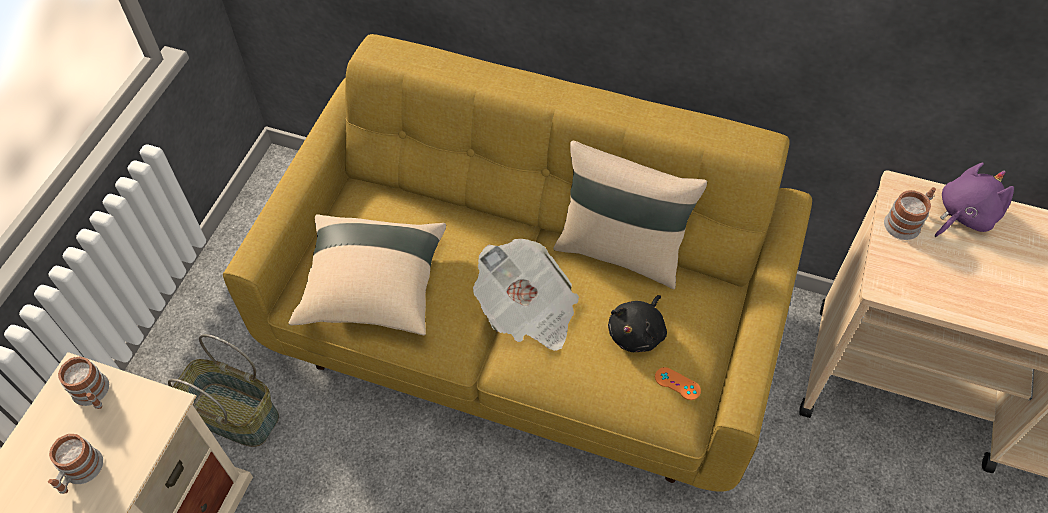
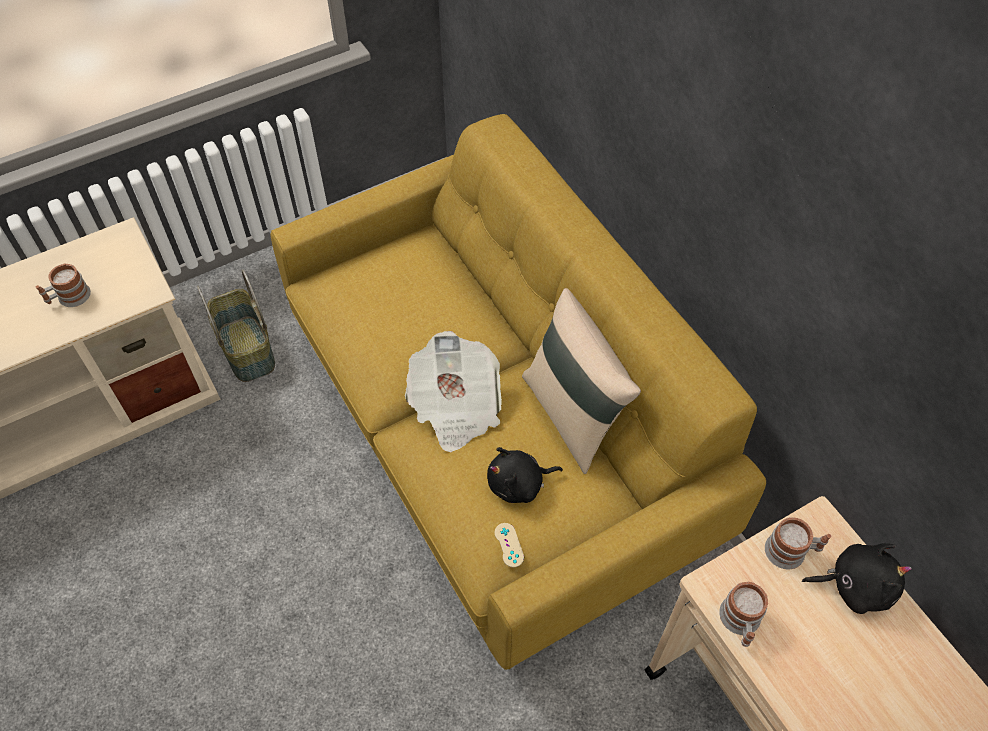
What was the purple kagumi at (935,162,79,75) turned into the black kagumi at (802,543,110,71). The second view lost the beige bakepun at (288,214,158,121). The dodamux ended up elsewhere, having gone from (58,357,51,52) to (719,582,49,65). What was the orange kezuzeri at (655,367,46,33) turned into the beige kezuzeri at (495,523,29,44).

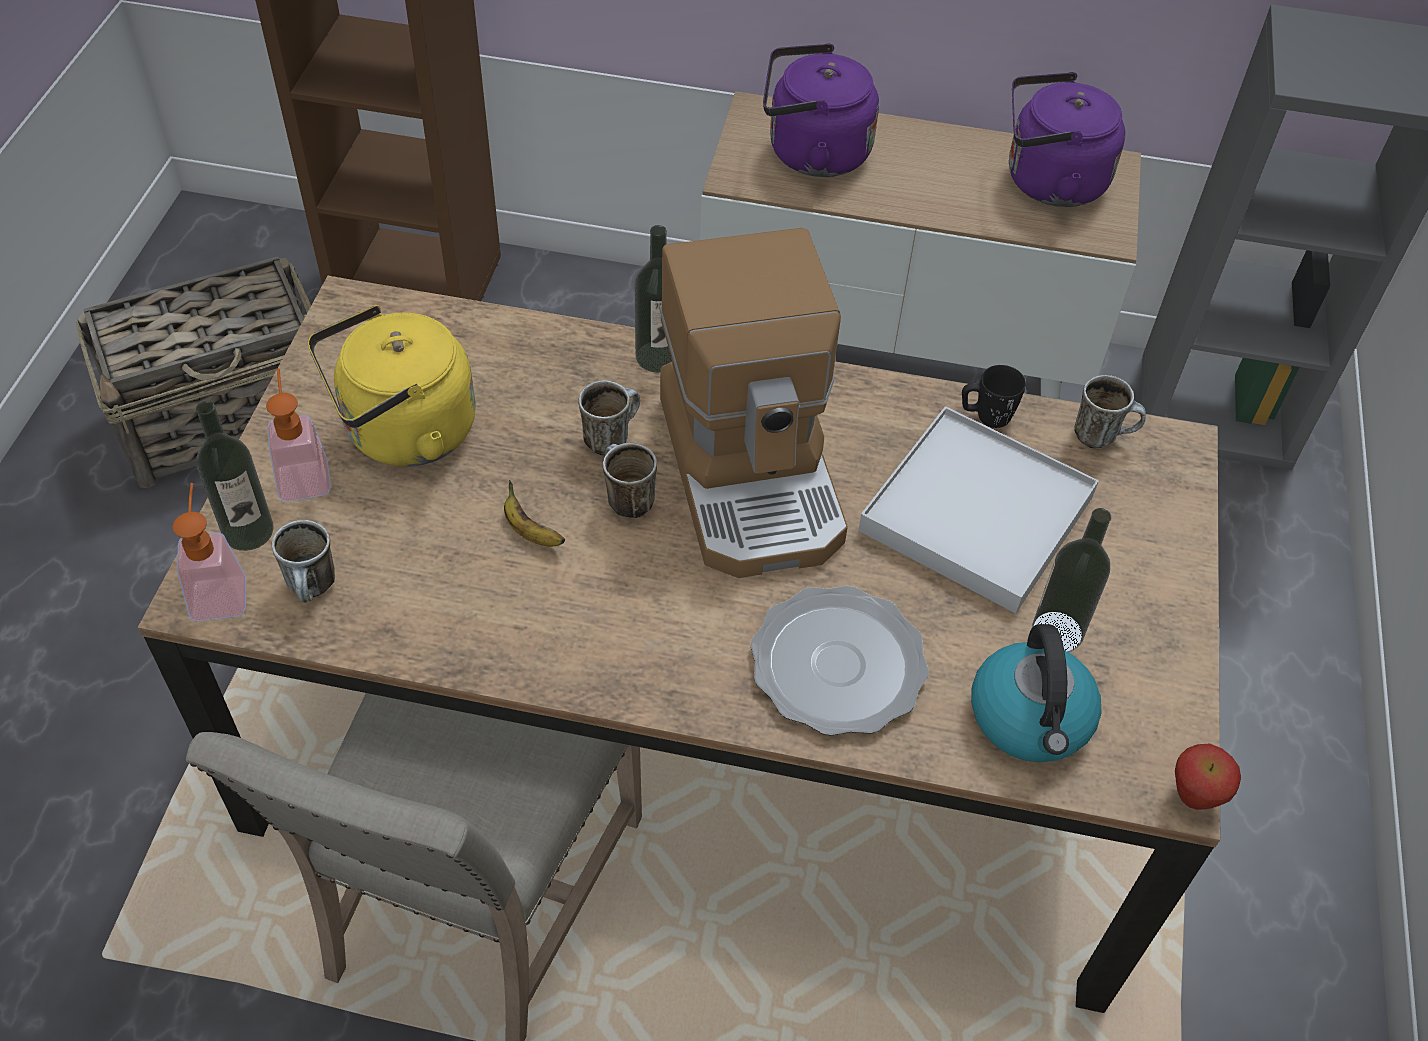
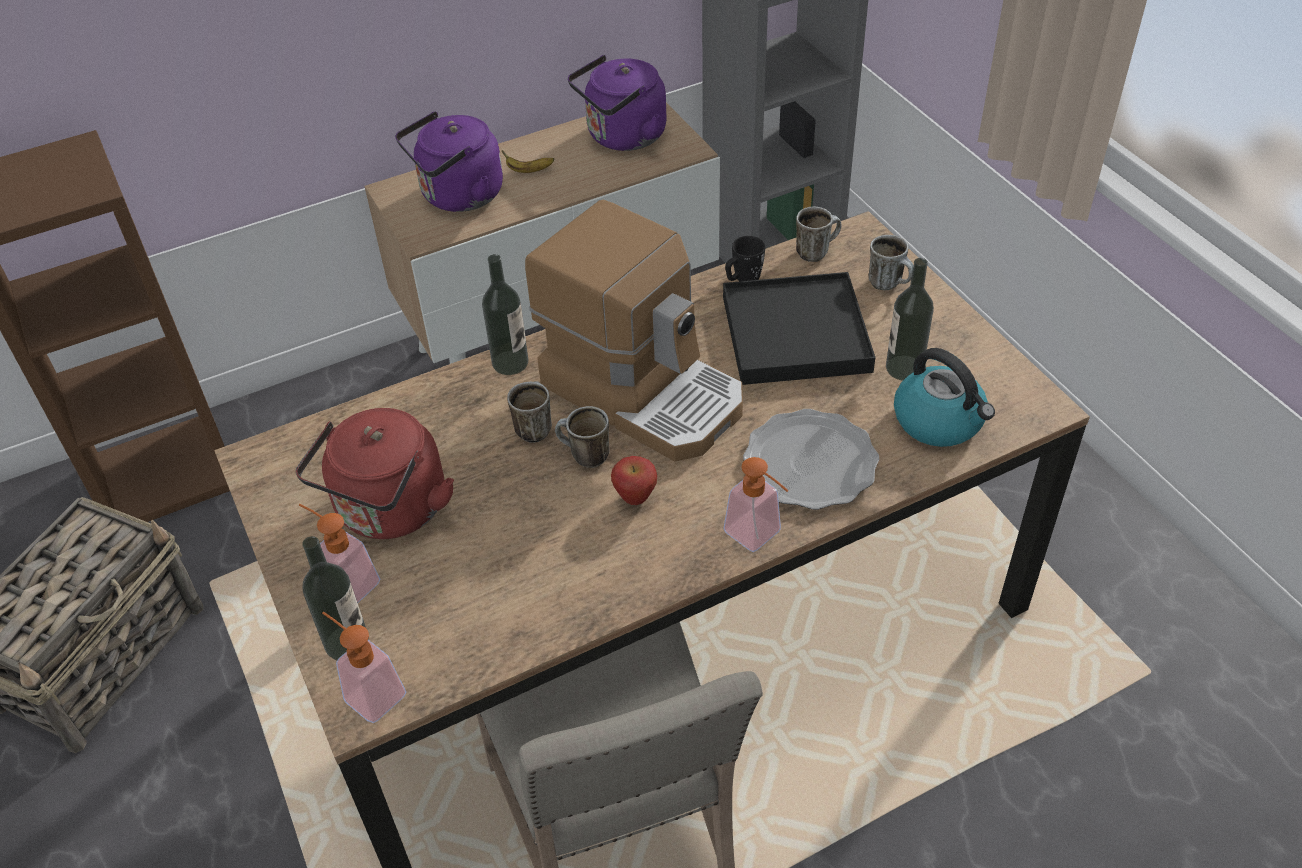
What was the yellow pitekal at (308,305,168,161) turned into the red pitekal at (296,408,158,131). What was the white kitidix at (858,406,241,207) turned into the black kitidix at (723,272,152,113). The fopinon ended up elsewhere, having gone from (504,480,61,67) to (502,150,52,23). The dodamux ended up elsewhere, having gone from (272,520,63,82) to (868,235,46,55). The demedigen ended up elsewhere, having gone from (1175,744,66,66) to (611,456,46,49). The second view gained the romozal at (723,457,66,95).

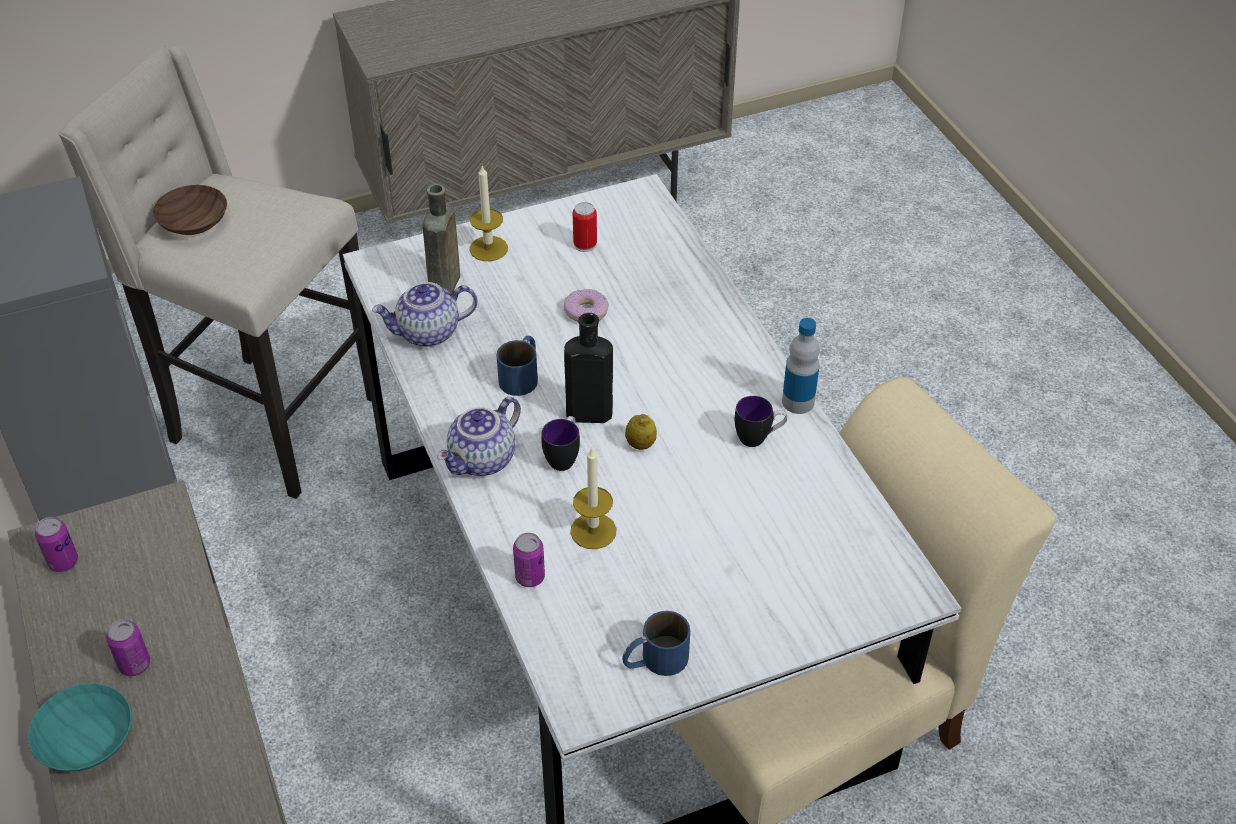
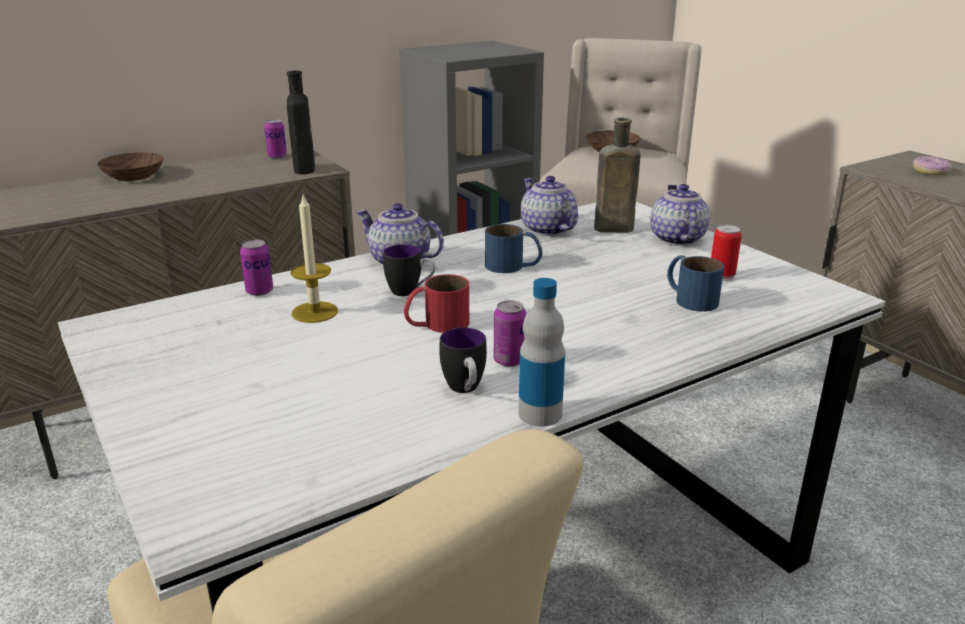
Where the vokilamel stood at (469,166,39,95), the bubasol came to stand at (650,184,60,62). The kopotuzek ended up elsewhere, having gone from (564,289,45,33) to (913,156,39,19). The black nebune ended up elsewhere, having gone from (564,313,49,110) to (287,70,28,104). Where the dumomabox stood at (625,414,32,36), the red dodamux came to stand at (404,274,65,59). The blue dodamux ended up elsewhere, having gone from (622,611,68,65) to (667,256,57,56). The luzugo ended up elsewhere, having gone from (106,619,44,57) to (494,300,33,67). What was the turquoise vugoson at (28,683,104,89) turned into the brown vugoson at (97,152,66,29).

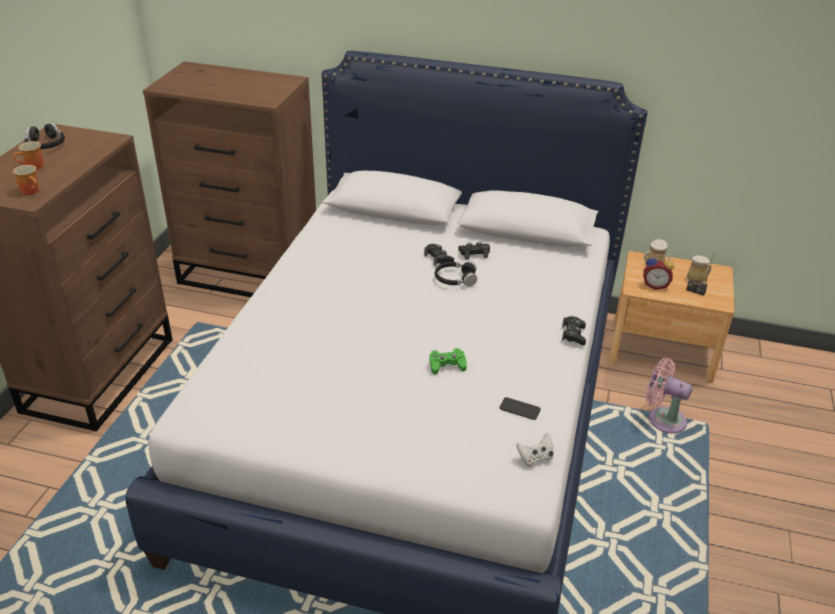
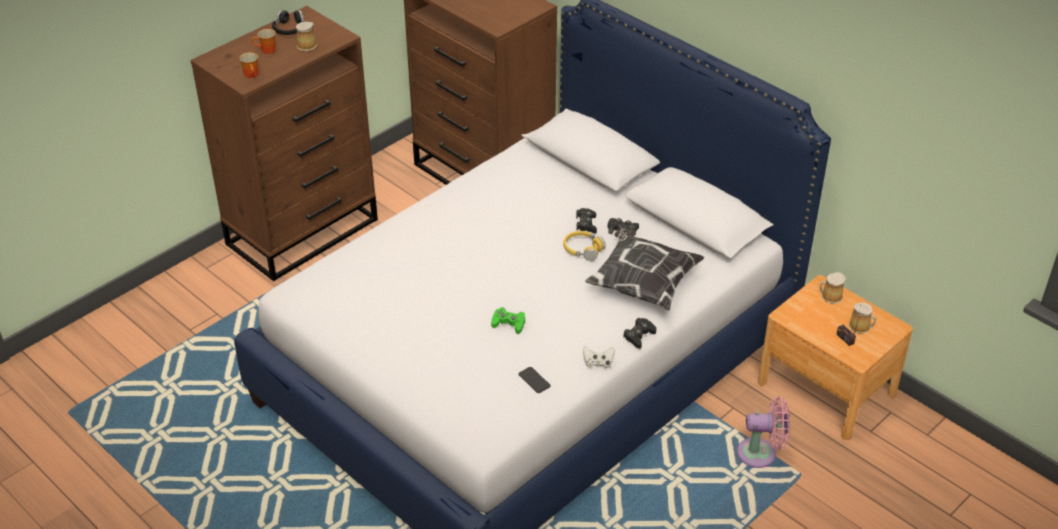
The second view lost the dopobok at (643,255,31,35). What was the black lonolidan at (435,261,42,26) turned into the yellow lonolidan at (563,231,43,30). The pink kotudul at (645,358,48,75) ended up facing another way, 120 degrees clockwise from before. The white kezuzeri ended up elsewhere, having gone from (516,433,38,34) to (583,346,32,22). The second view gained the dodamux at (296,22,21,29). The second view gained the bakepun at (585,227,120,84).

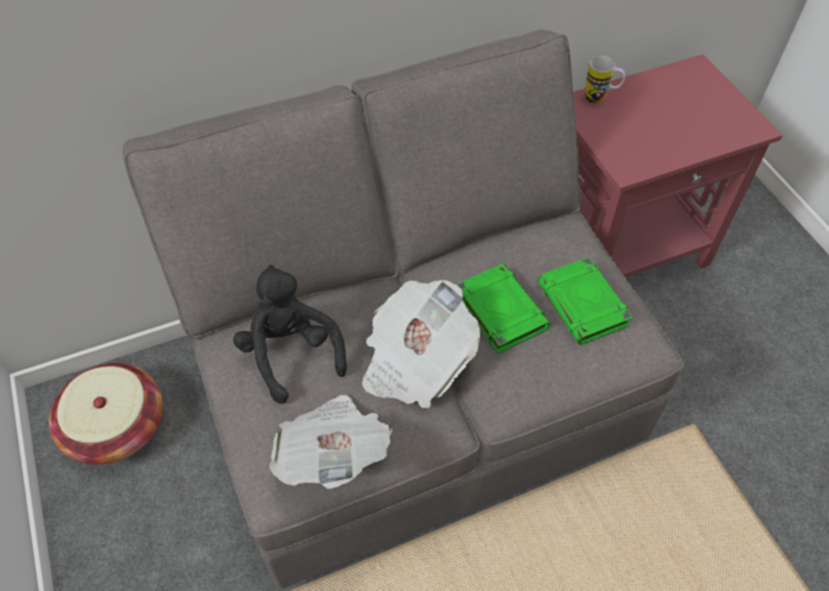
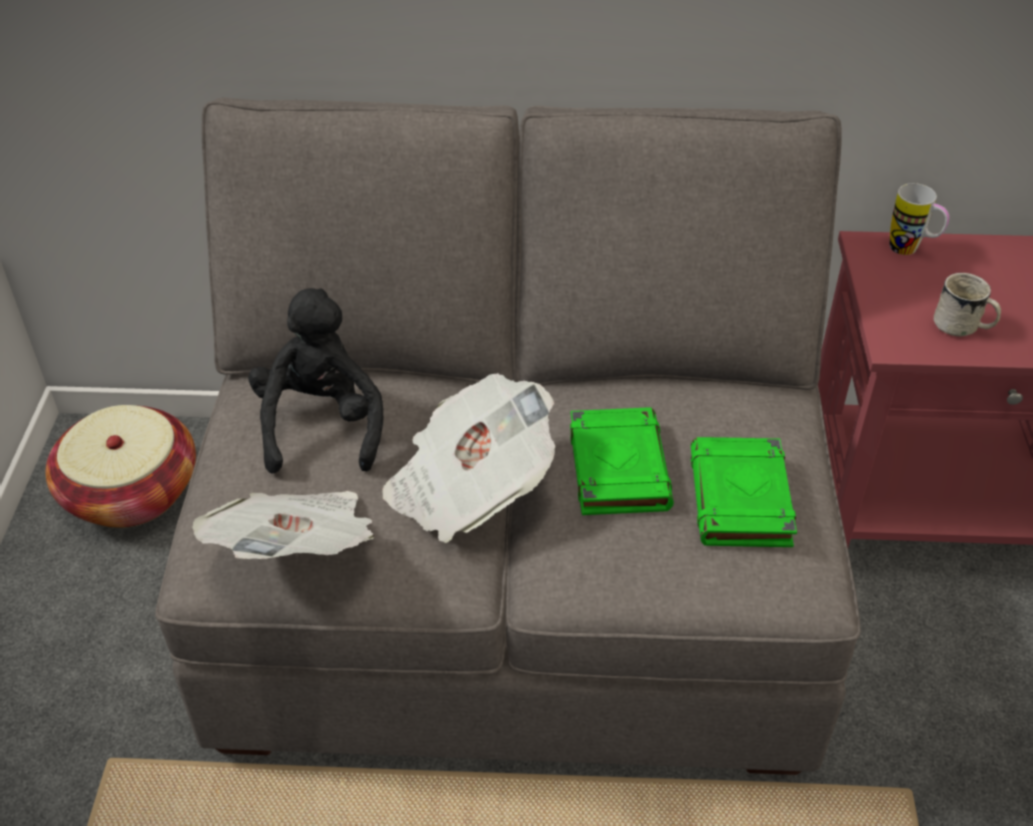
The second view gained the white dodamux at (934,273,67,64).

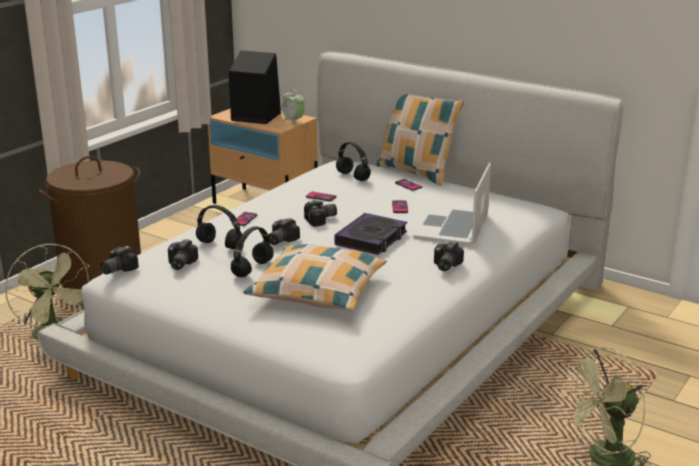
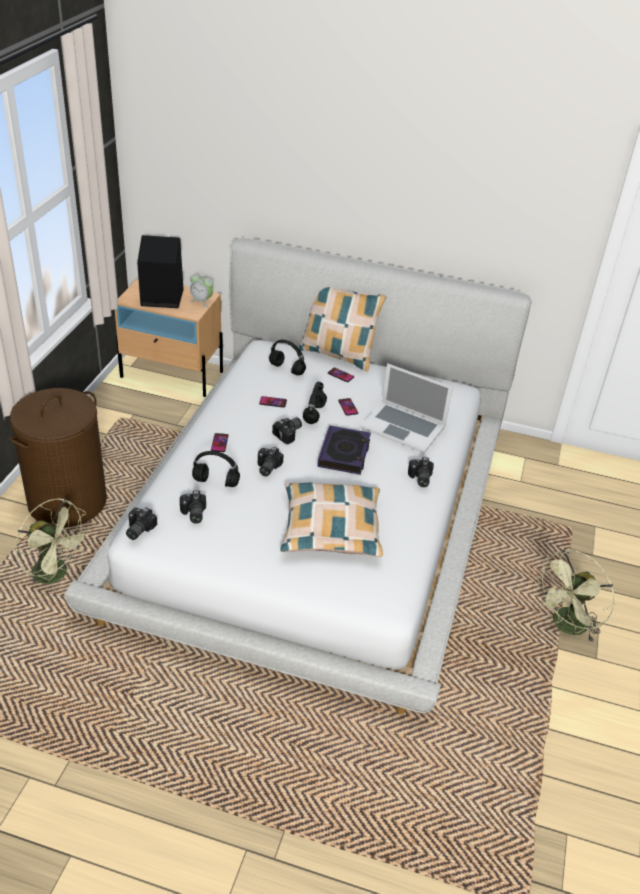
The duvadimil at (413,163,78,83) ended up facing another way, 60 degrees counterclockwise from before. The black lonolidan ended up elsewhere, having gone from (231,226,43,51) to (303,382,24,42).

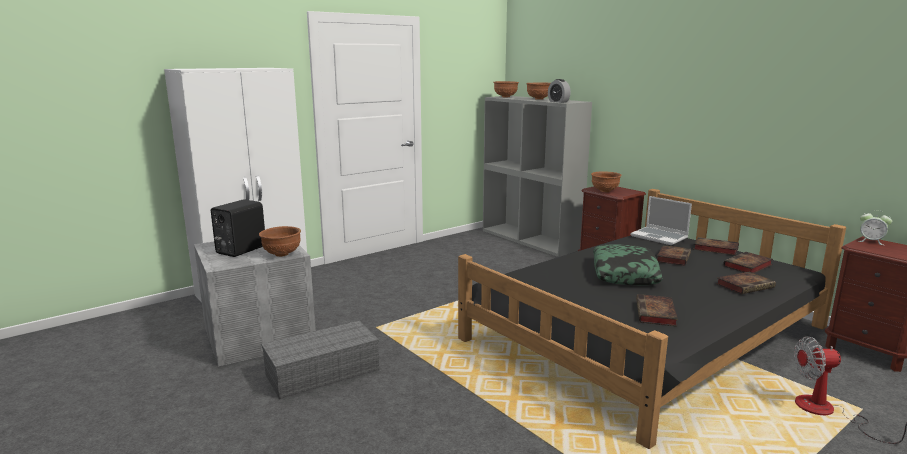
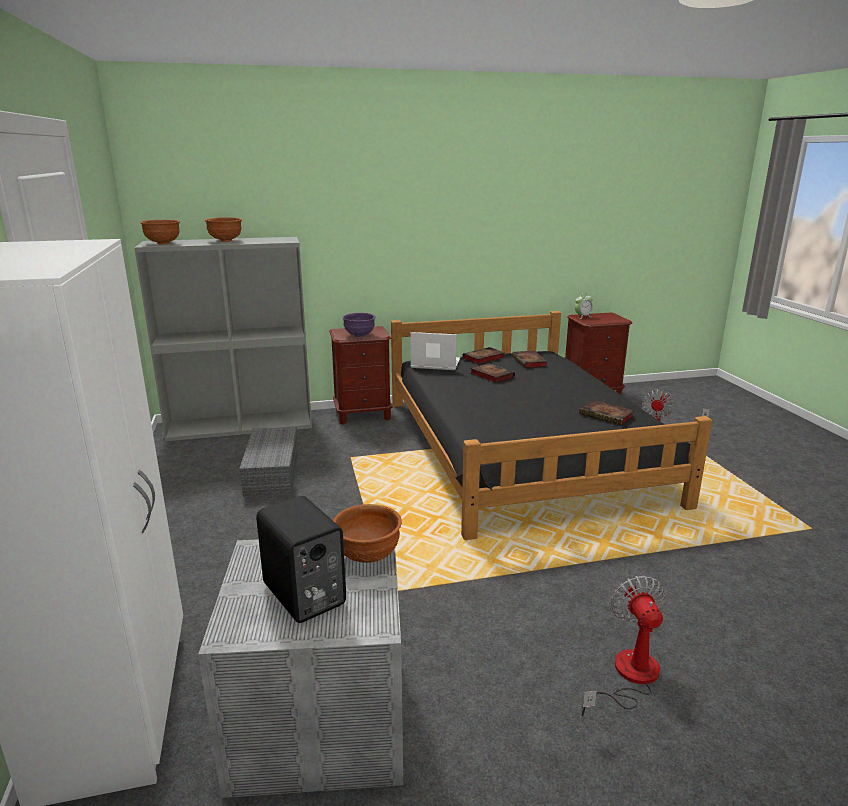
The second view lost the dopobok at (548,79,23,24). What was the brown vugoson at (591,171,30,21) turned into the purple vugoson at (342,313,34,24). The duvadimil at (630,196,62,49) ended up facing another way, 150 degrees counterclockwise from before. The second view lost the bakepun at (593,244,70,41). The second view lost the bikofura at (716,272,60,22). The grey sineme ended up elsewhere, having gone from (261,321,118,78) to (239,427,59,70). The second view gained the kotudul at (581,576,84,140).

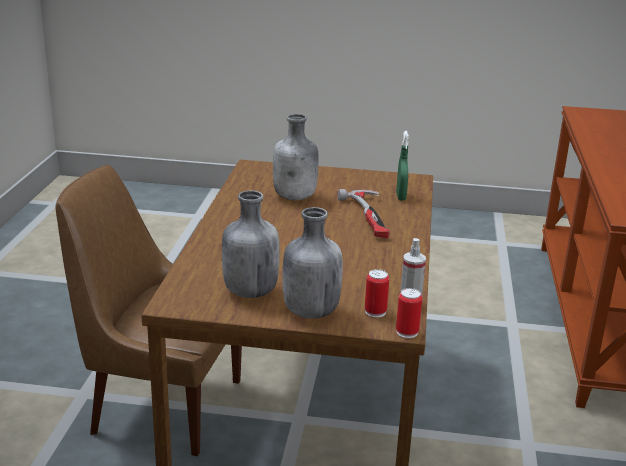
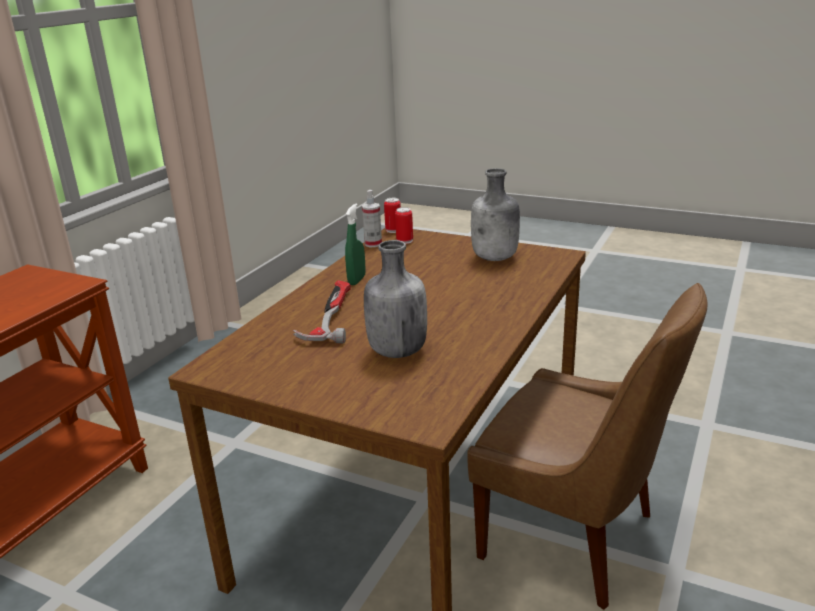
The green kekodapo ended up elsewhere, having gone from (396,131,13,69) to (345,204,20,81). The second view lost the grey nebune at (283,207,60,112).

